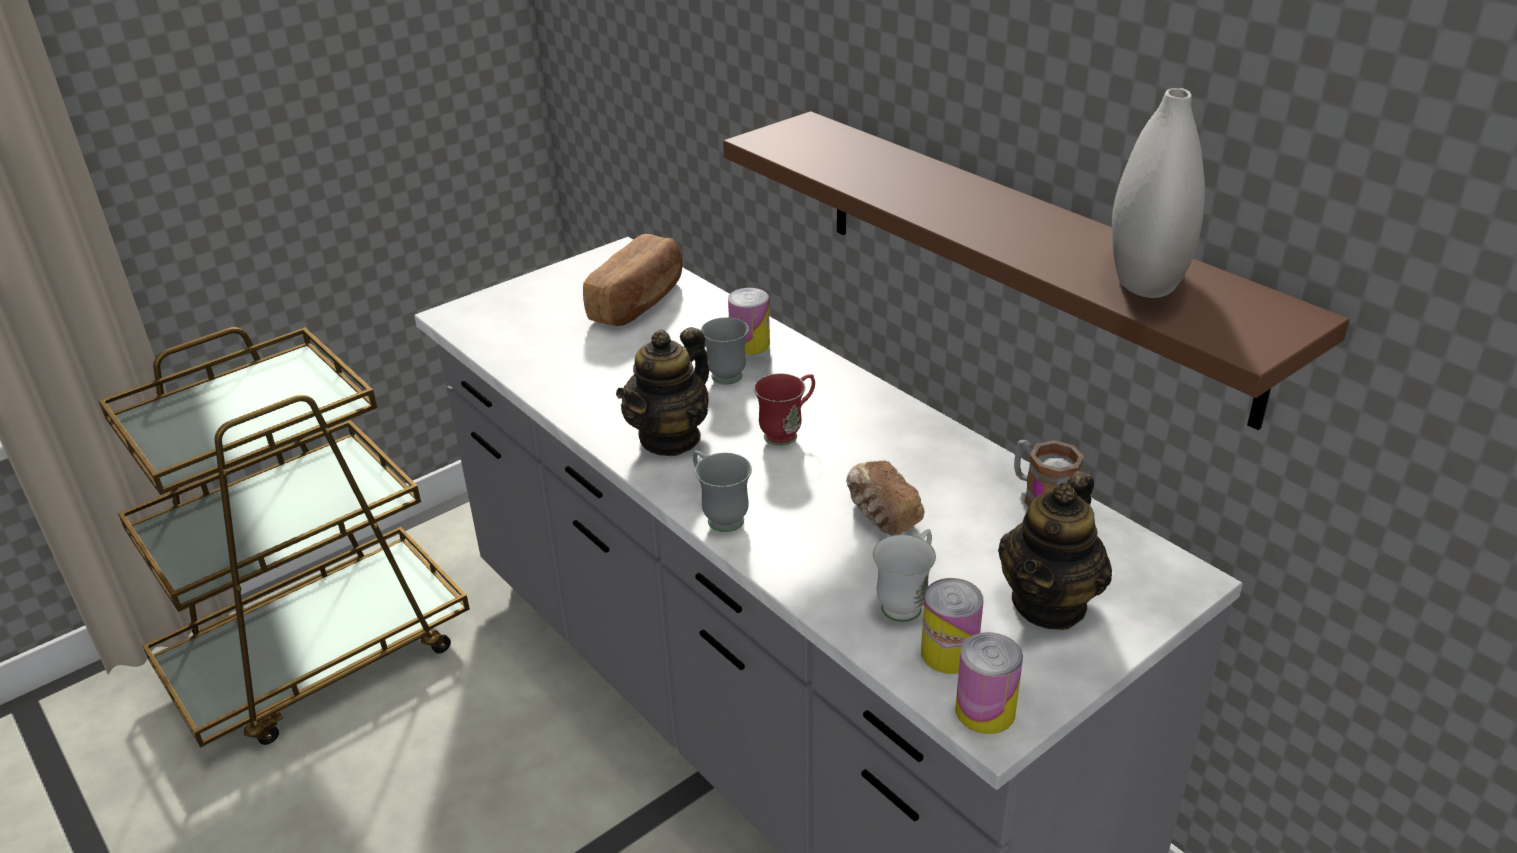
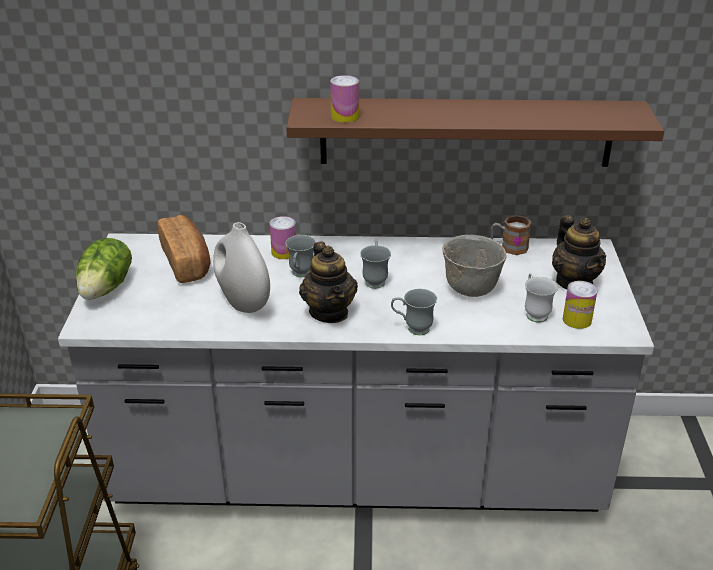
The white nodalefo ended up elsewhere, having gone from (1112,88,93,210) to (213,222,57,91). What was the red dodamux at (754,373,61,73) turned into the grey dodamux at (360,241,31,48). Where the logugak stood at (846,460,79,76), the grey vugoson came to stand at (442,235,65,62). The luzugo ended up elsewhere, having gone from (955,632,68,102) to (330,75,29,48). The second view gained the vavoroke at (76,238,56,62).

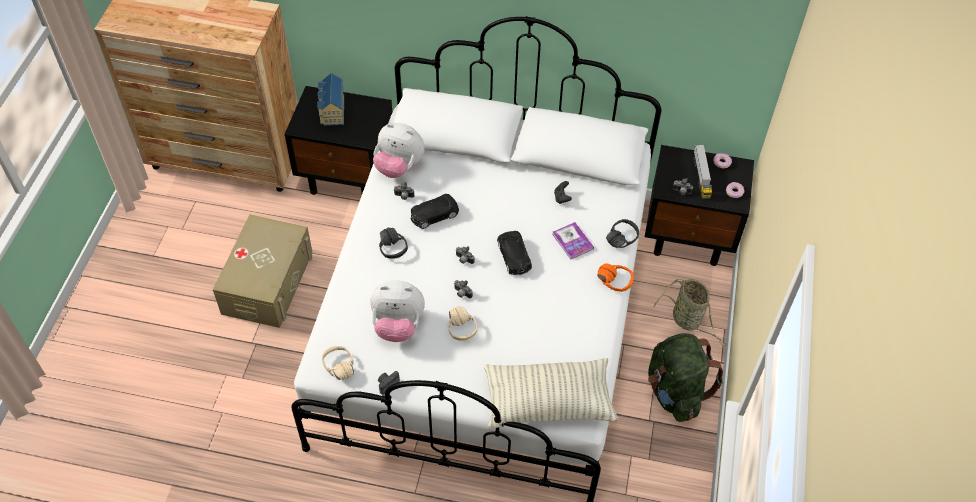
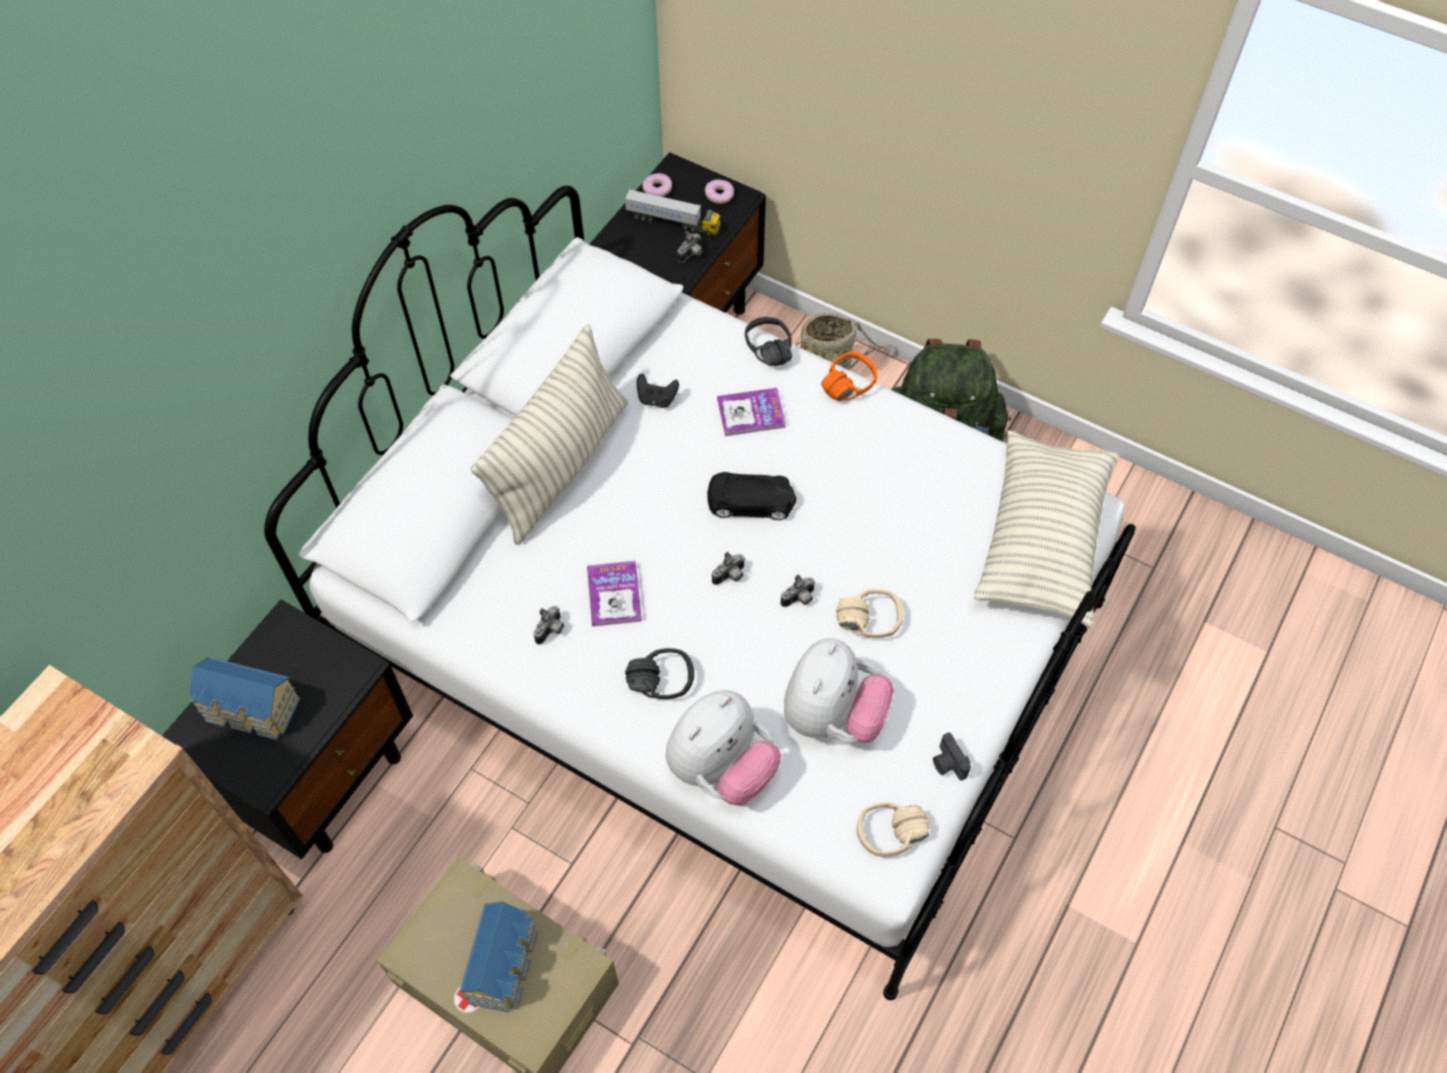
The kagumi ended up elsewhere, having gone from (373,123,52,55) to (666,690,115,116). Where the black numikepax stood at (411,194,48,35), the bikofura came to stand at (587,561,55,66). The second view gained the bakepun at (471,325,157,220). The second view gained the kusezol at (460,902,78,110).

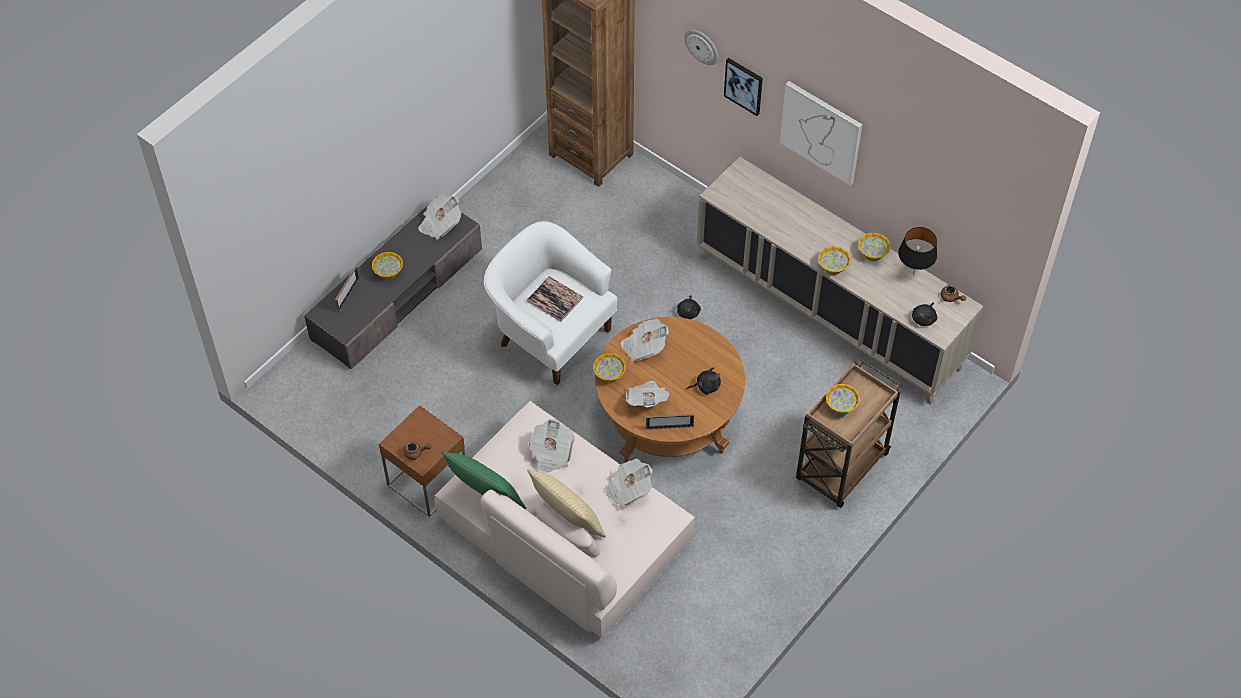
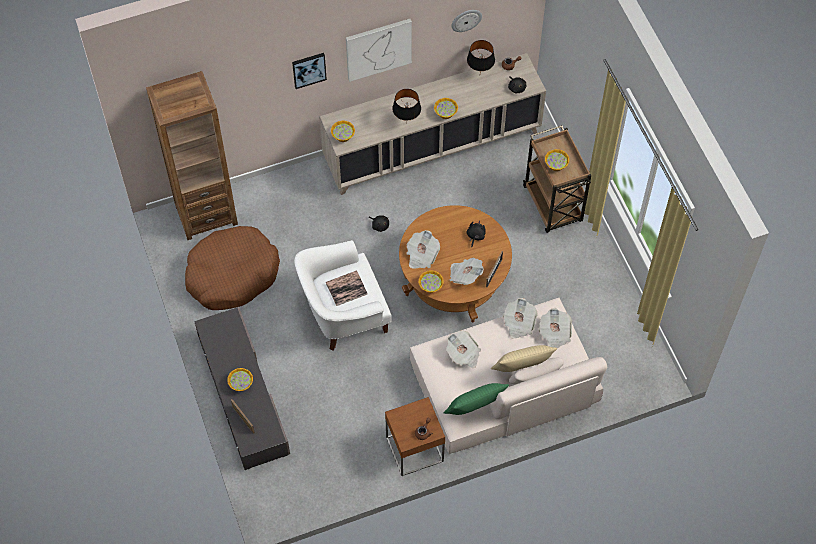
The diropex ended up elsewhere, having gone from (684,29,34,36) to (451,10,31,22). The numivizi ended up elsewhere, having gone from (418,194,43,46) to (539,308,33,40). The vugoson ended up elsewhere, having gone from (858,233,33,28) to (331,121,24,21). The second view gained the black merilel at (392,89,29,31). The second view gained the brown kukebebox at (185,226,95,84).

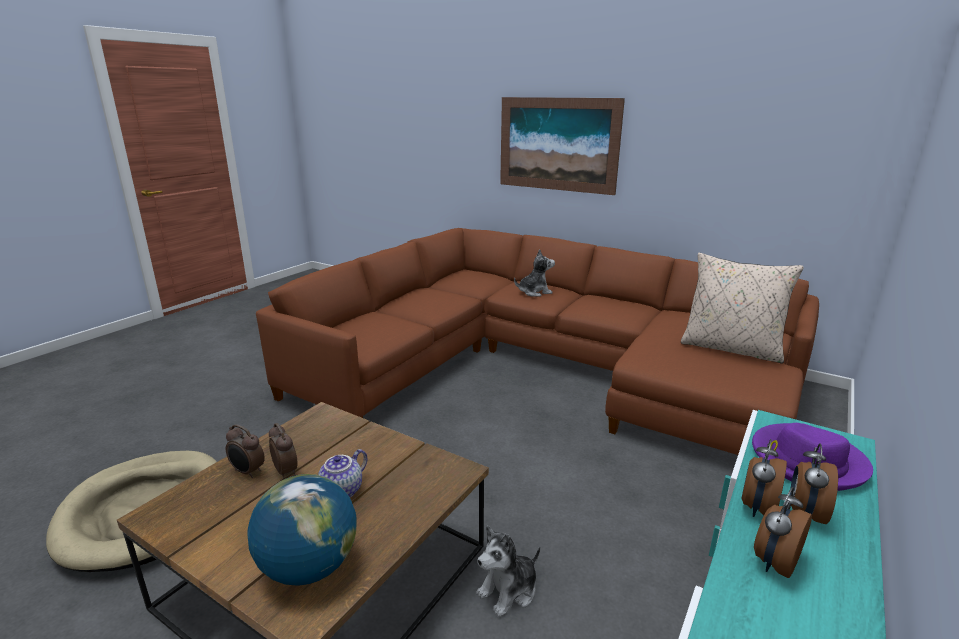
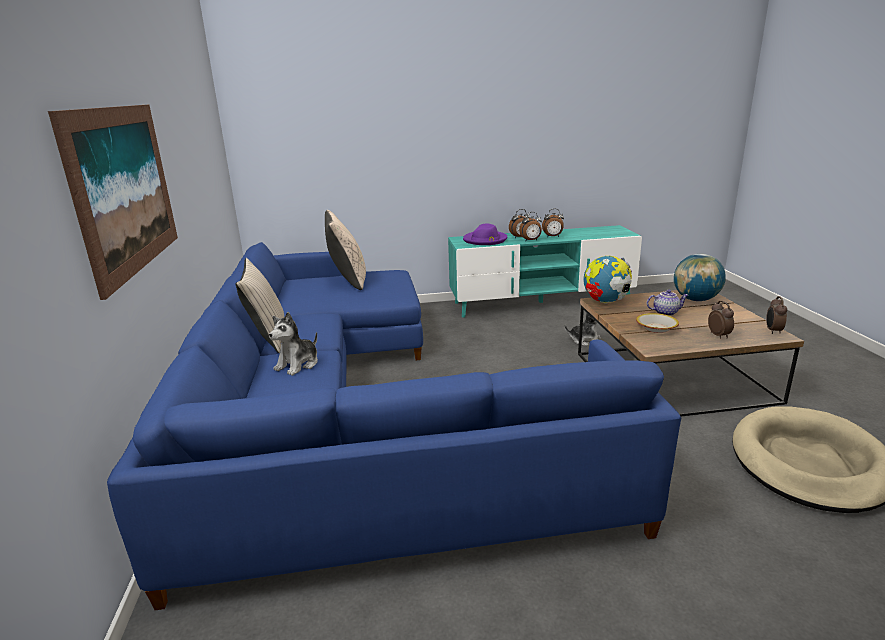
What was the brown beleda at (256,228,563,227) turned into the blue beleda at (107,242,574,368). The kagumi at (514,249,41,48) ended up facing another way, 90 degrees counterclockwise from before. The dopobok ended up elsewhere, having gone from (269,423,29,55) to (766,296,21,38). The second view gained the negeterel at (583,256,49,47). The second view gained the beige bakepun at (236,258,48,95). The second view gained the vugoson at (636,313,43,20).

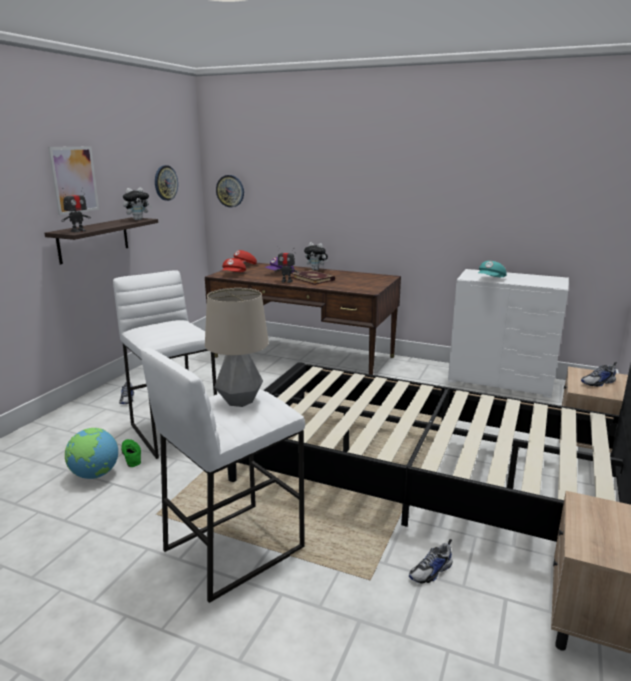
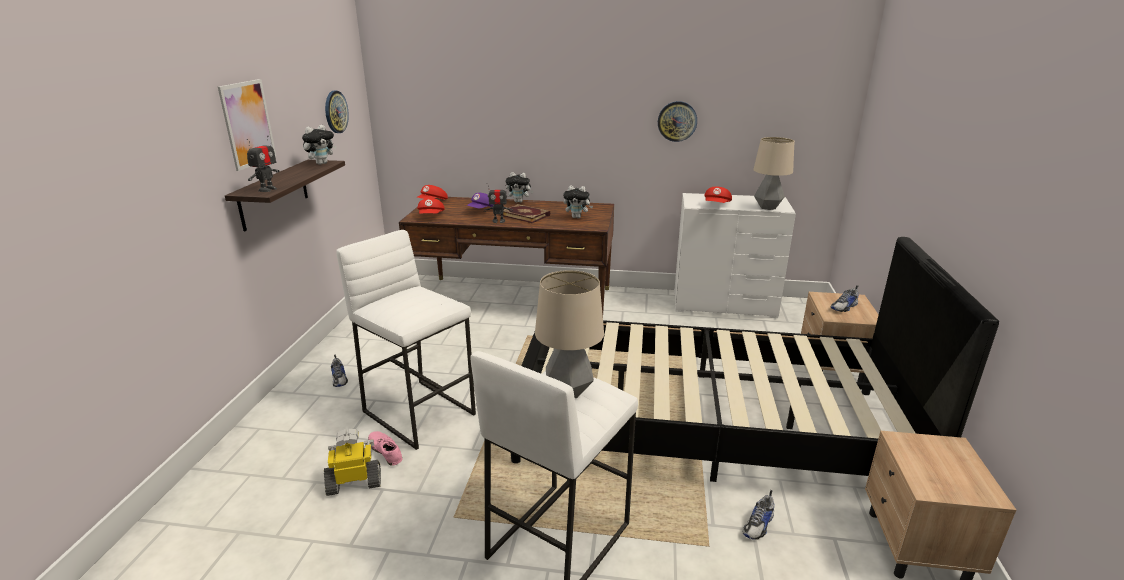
The diropex ended up elsewhere, having gone from (216,175,28,32) to (658,101,39,41). What was the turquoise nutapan at (478,261,28,16) turned into the red nutapan at (704,187,28,16). Where the negeterel stood at (65,428,53,51), the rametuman came to stand at (324,429,57,67). What was the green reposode at (121,439,20,28) turned into the pink reposode at (368,431,35,35). The second view gained the merilel at (753,137,42,73). The second view gained the kagumi at (563,185,30,33).

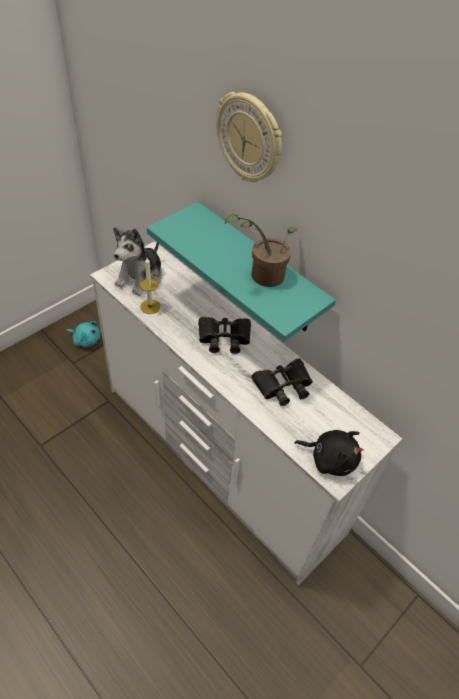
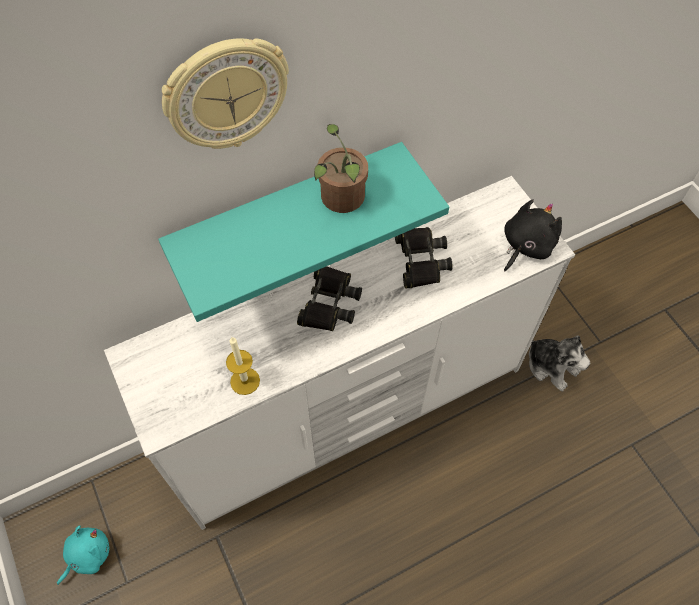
The kagumi ended up elsewhere, having gone from (113,227,49,69) to (529,336,62,56).

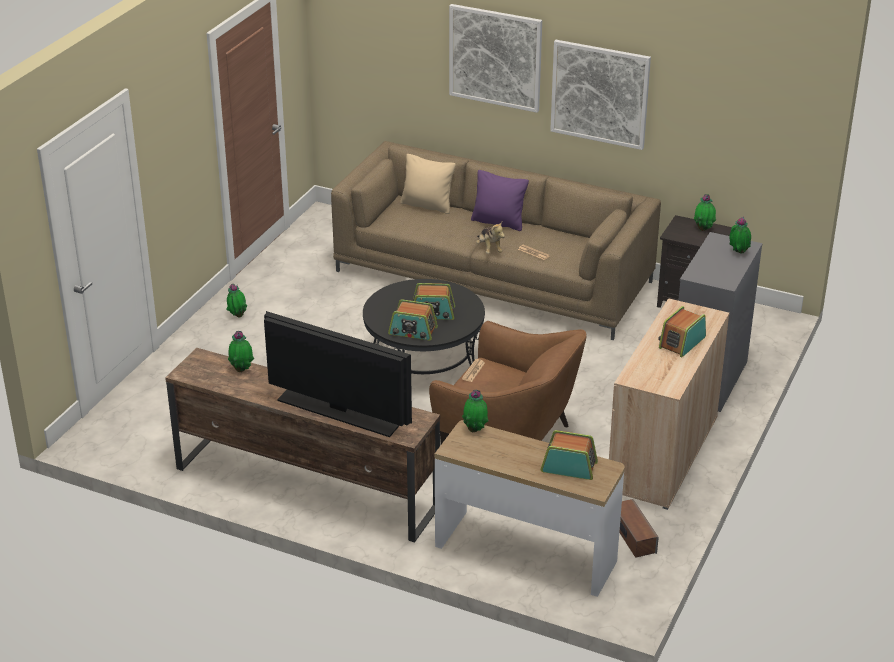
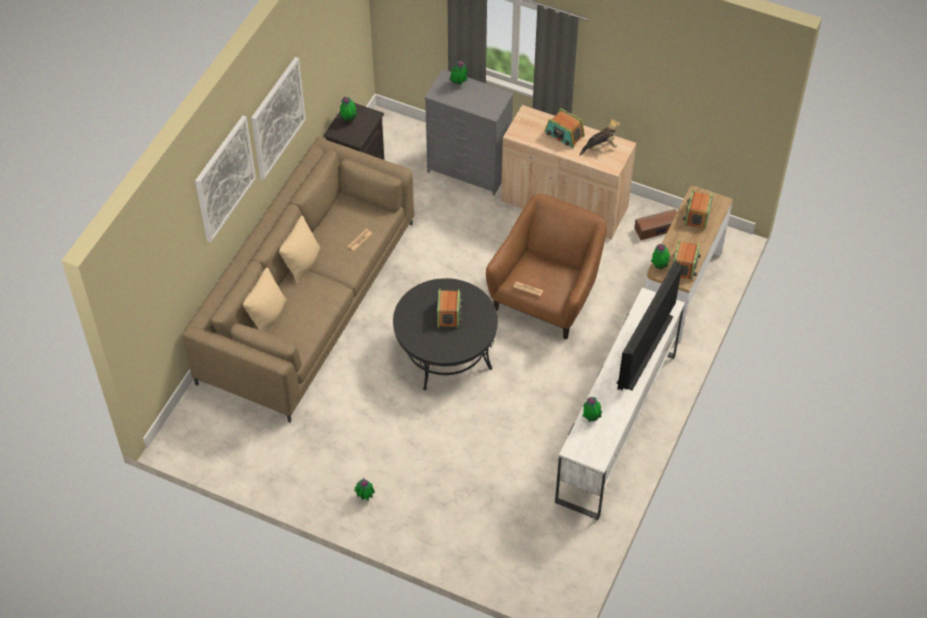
What was the purple bakepun at (471,170,58,61) turned into the beige bakepun at (279,216,41,68). The kagumi ended up elsewhere, having gone from (476,222,29,32) to (579,118,41,38). The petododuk ended up elsewhere, having gone from (388,299,50,42) to (673,239,28,42). What was the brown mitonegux at (165,348,275,194) turned into the white mitonegux at (555,288,130,232).

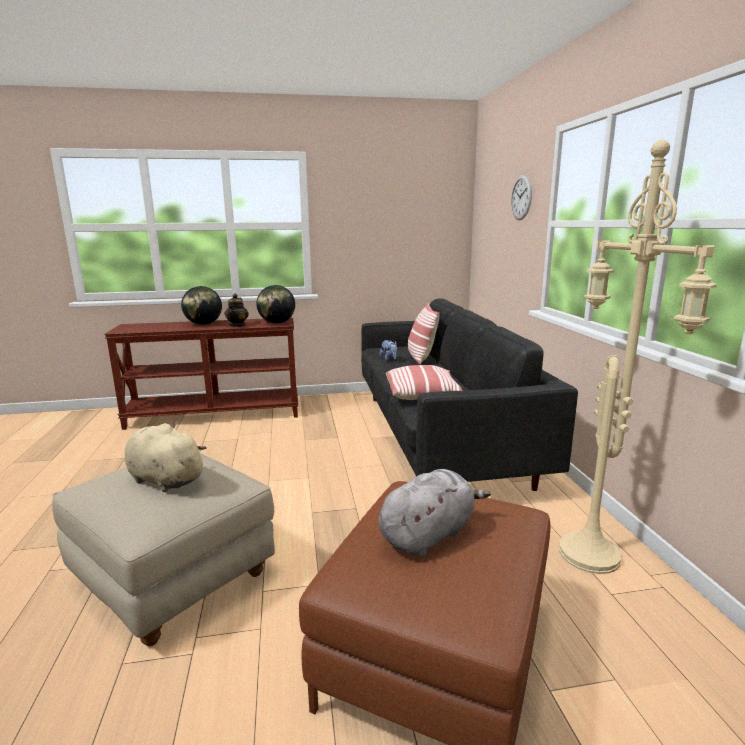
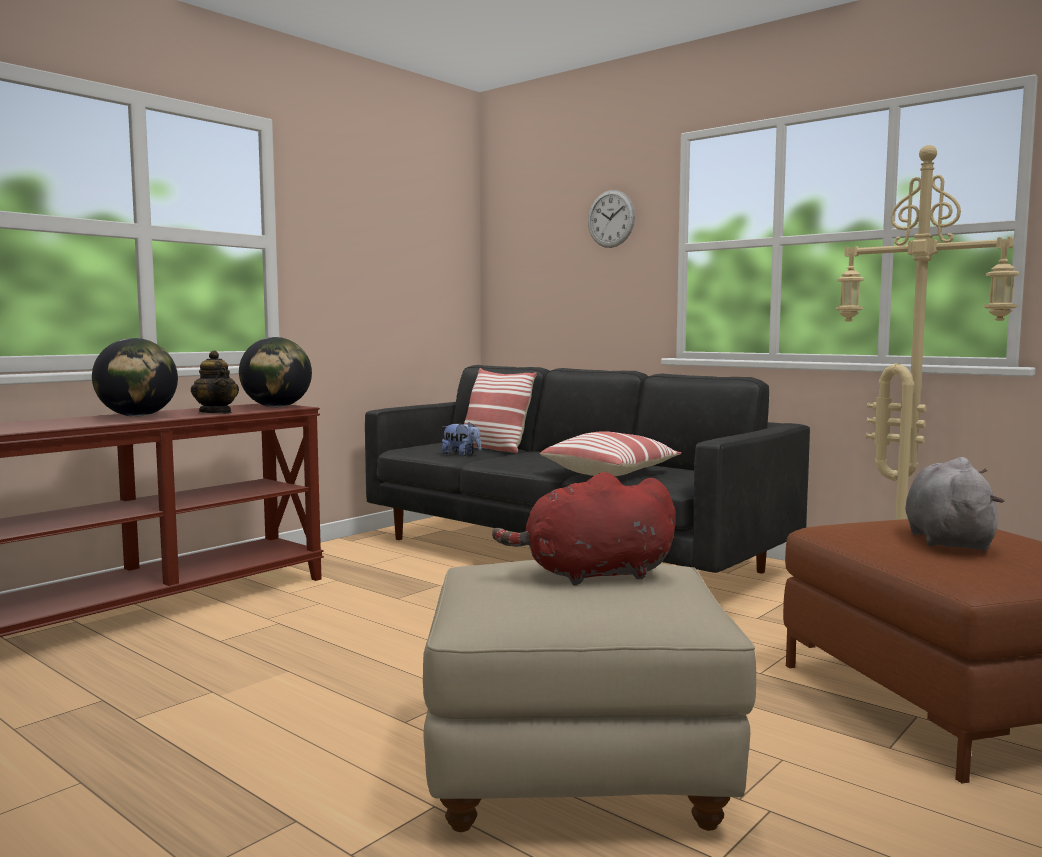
What was the beige kagumi at (124,423,83,69) turned into the red kagumi at (492,472,184,113).

